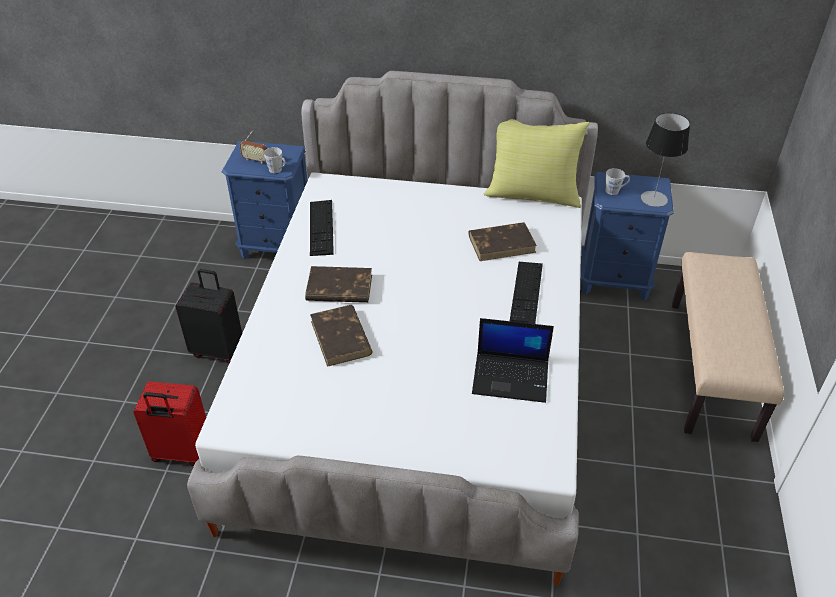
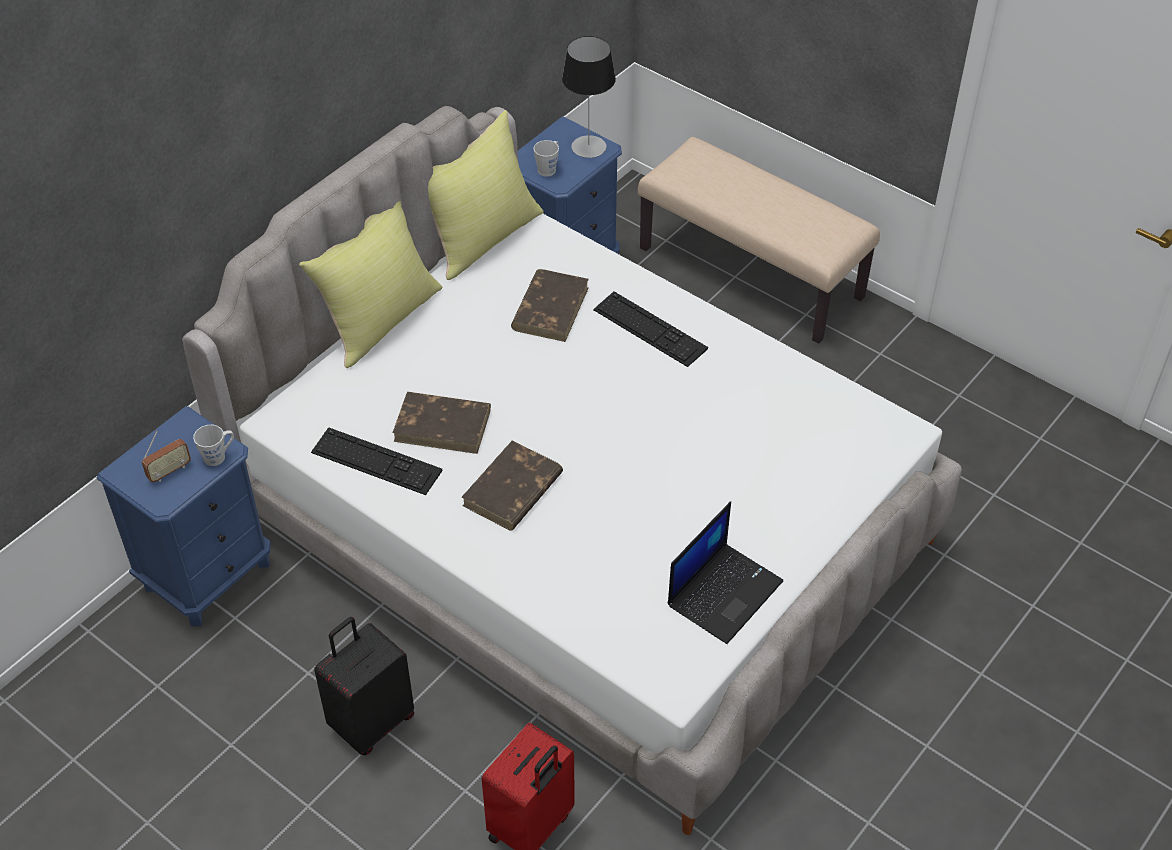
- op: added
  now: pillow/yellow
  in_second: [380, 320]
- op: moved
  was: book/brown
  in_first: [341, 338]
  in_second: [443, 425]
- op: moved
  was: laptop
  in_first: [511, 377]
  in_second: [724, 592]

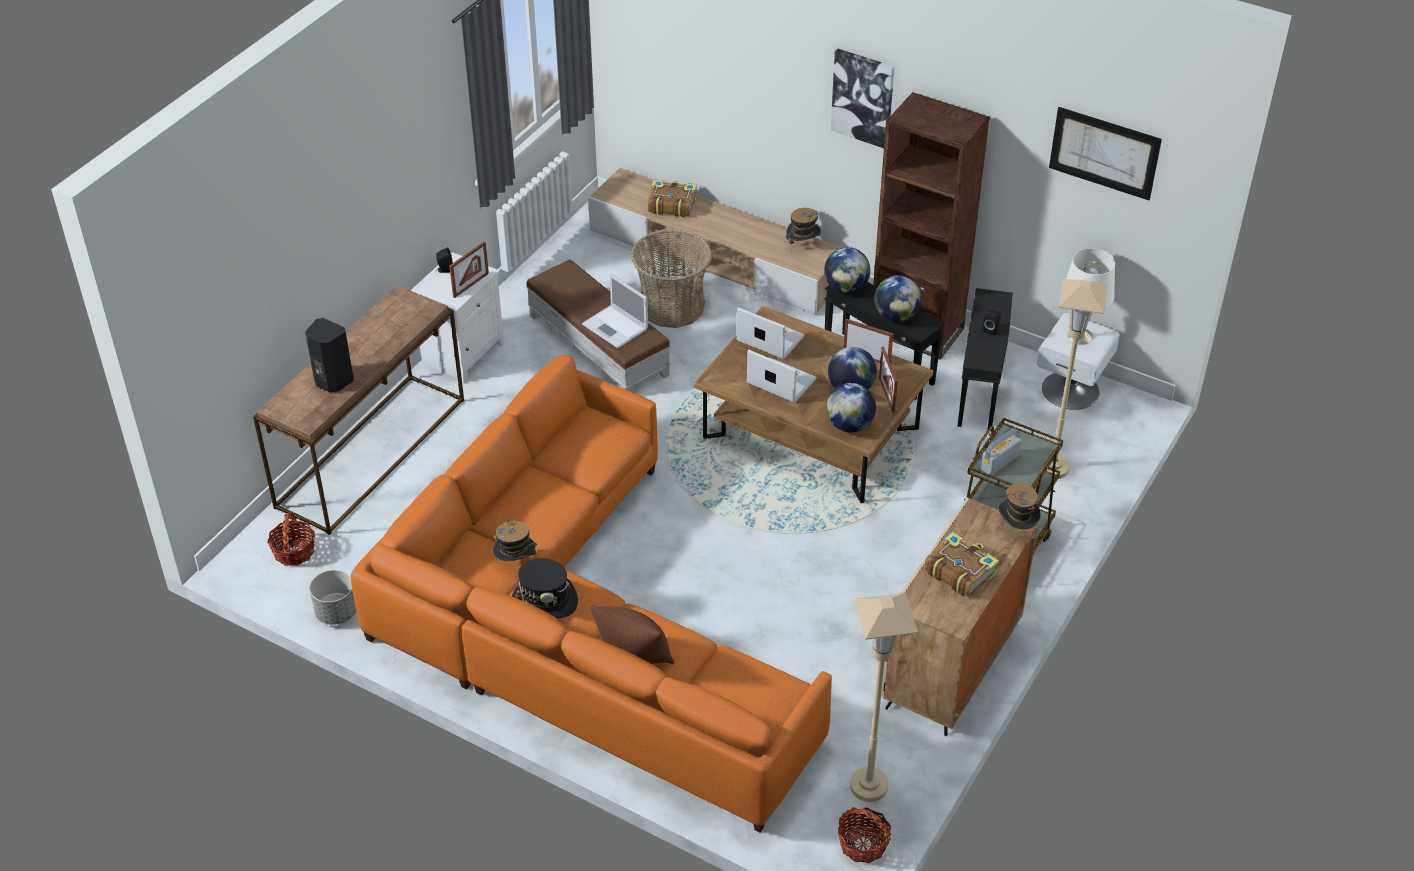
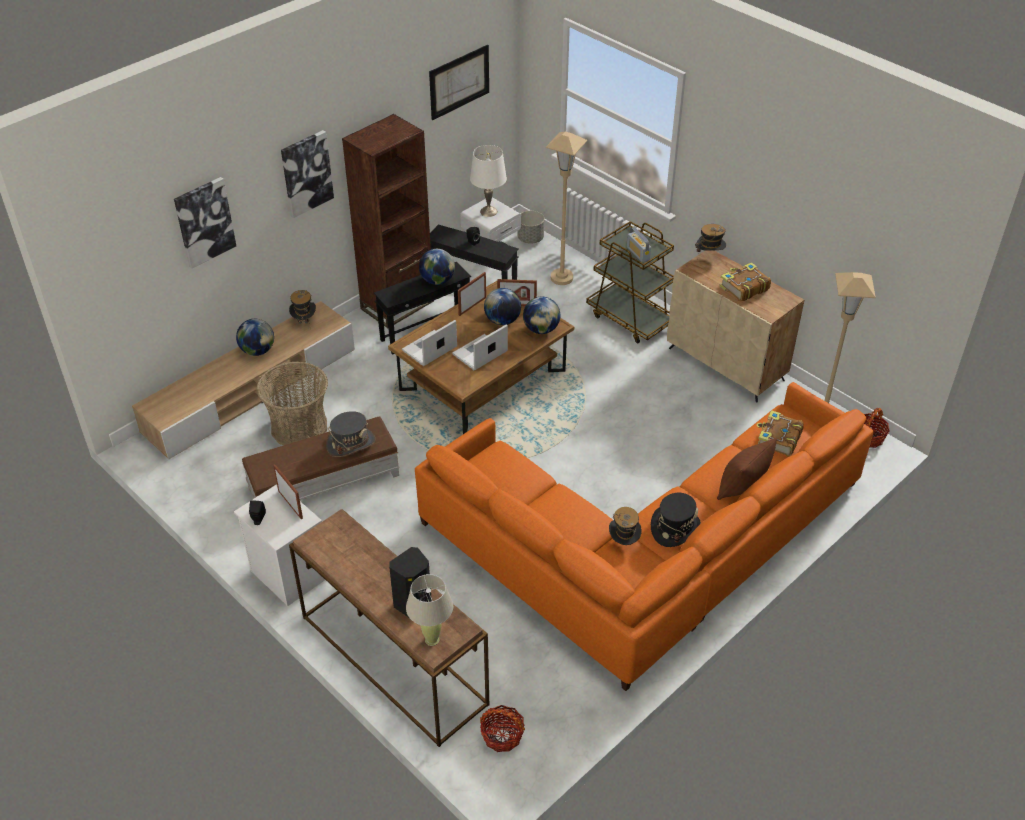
- op: added
  now: picture
  in_second: [204, 222]
- op: moved
  was: globe
  in_first: [846, 288]
  in_second: [257, 351]
- op: replaced
  was: laptop
  now: hat/grey
  in_first: [616, 327]
  in_second: [350, 443]
- op: added
  now: table lamp/beige
  in_second: [432, 639]
- op: moved
  was: planter/grey
  in_first: [336, 612]
  in_second: [530, 239]
- op: moved
  was: book
  in_first: [671, 204]
  in_second: [778, 439]

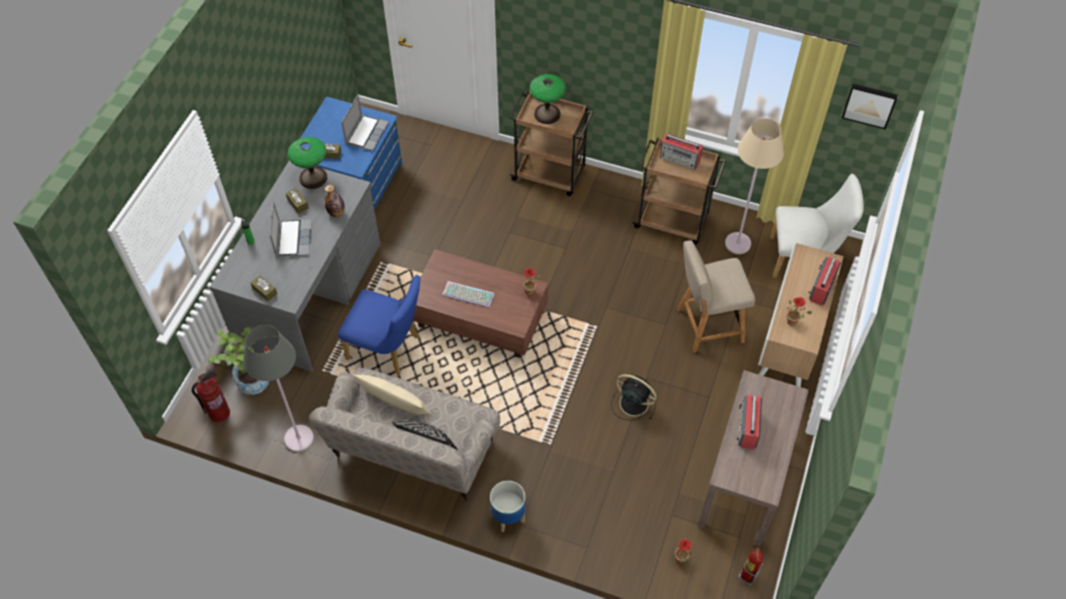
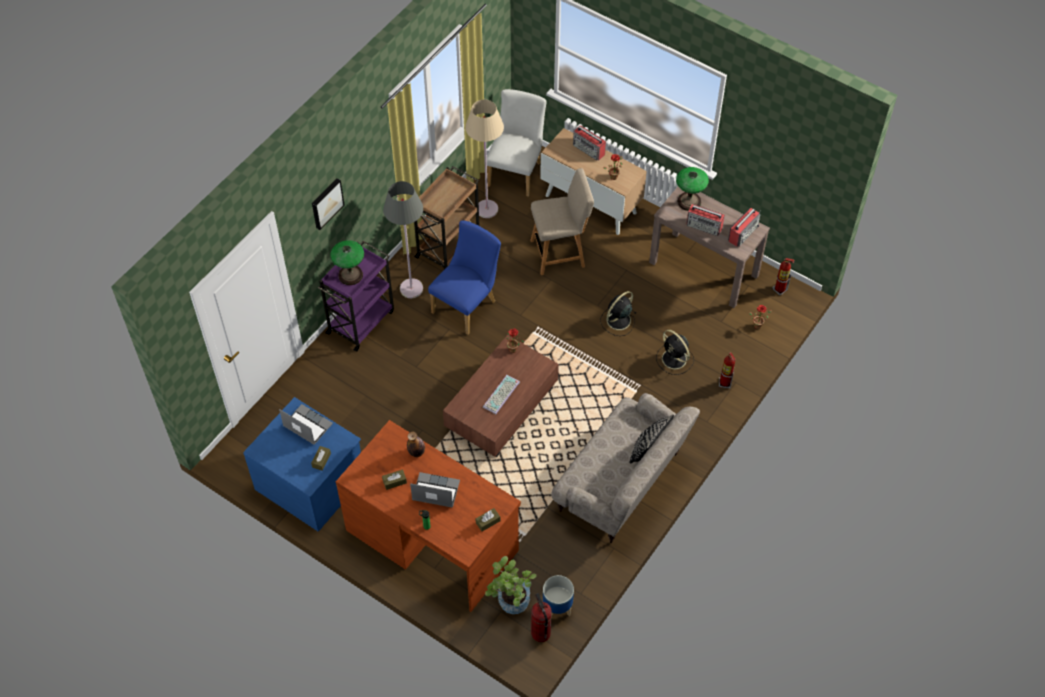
- op: moved
  was: picture
  in_first: [869, 105]
  in_second: [326, 203]
- op: recoloured
  was: cart/brown
  now: cart/purple
  in_first: [550, 174]
  in_second: [361, 321]
- op: recoloured
  was: desk/grey
  now: desk/brown
  in_first: [311, 295]
  in_second: [432, 539]
- op: moved
  was: floor lamp/grey
  in_first: [299, 438]
  in_second: [411, 289]
- op: moved
  was: chair/blue
  in_first: [388, 349]
  in_second: [467, 304]
- op: turned
  was: chair/beige
  in_first: [706, 326]
  in_second: [560, 253]
  clockwise: -105
- op: moved
  was: planter
  in_first: [507, 517]
  in_second: [557, 607]
- op: added
  now: fan/black
  in_second: [675, 359]
- op: moved
  was: table lamp
  in_first: [313, 178]
  in_second: [689, 201]
- op: added
  now: fire extinguisher
  in_second: [724, 383]
- op: moved
  was: radio
  in_first: [680, 159]
  in_second: [743, 233]
- op: removed
  was: pillow/beige
  in_first: [394, 402]

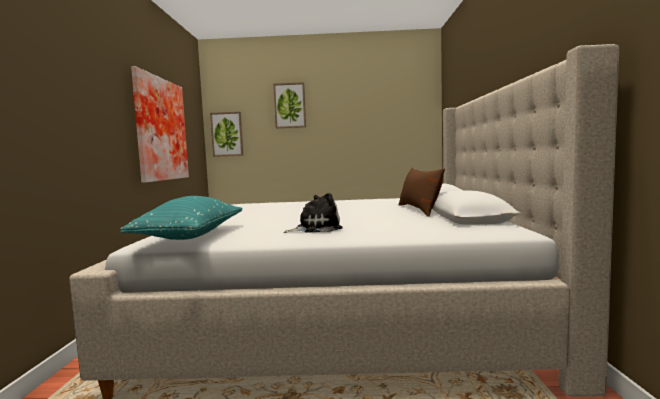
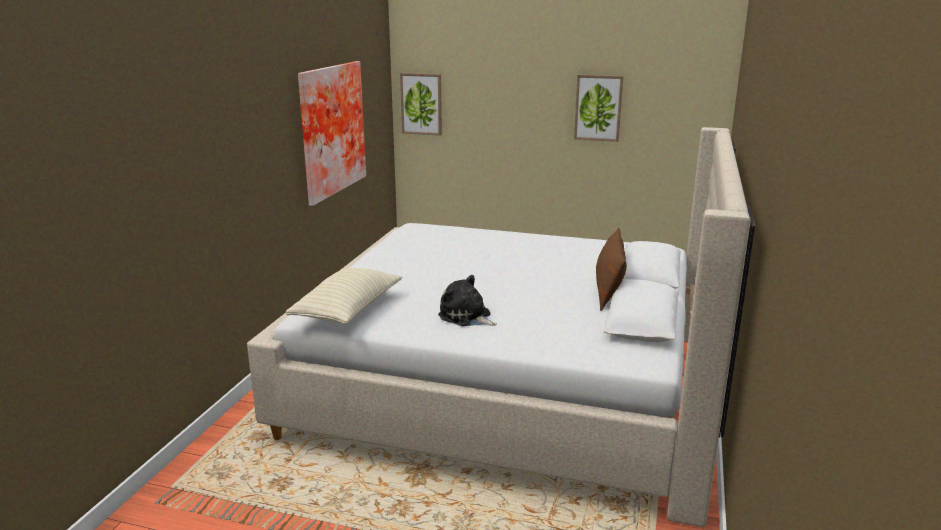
- op: recoloured
  was: pillow/turquoise
  now: pillow/beige
  in_first: [191, 236]
  in_second: [348, 310]
- op: turned
  was: plush toy
  in_first: [315, 228]
  in_second: [466, 317]
  clockwise: -135
- op: moved
  was: picture
  in_first: [290, 105]
  in_second: [598, 108]

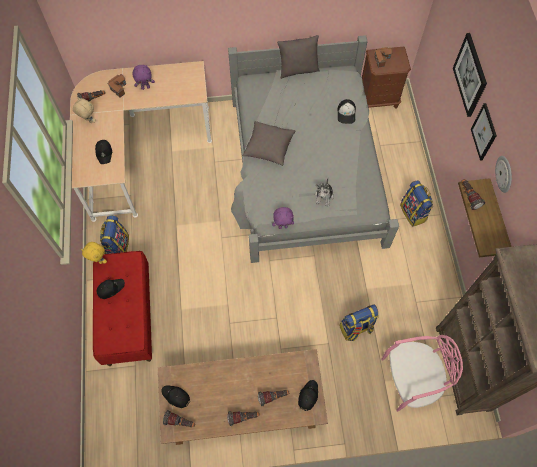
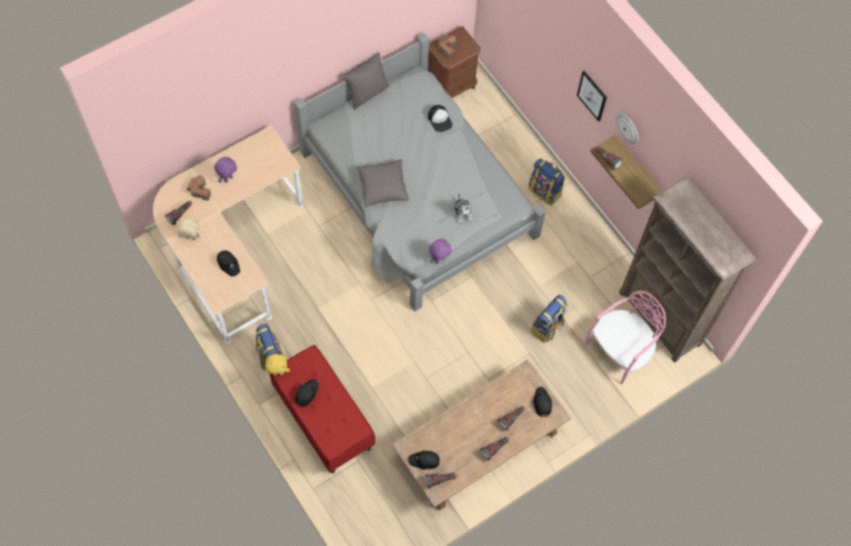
- op: removed
  was: picture
  in_first: [470, 75]

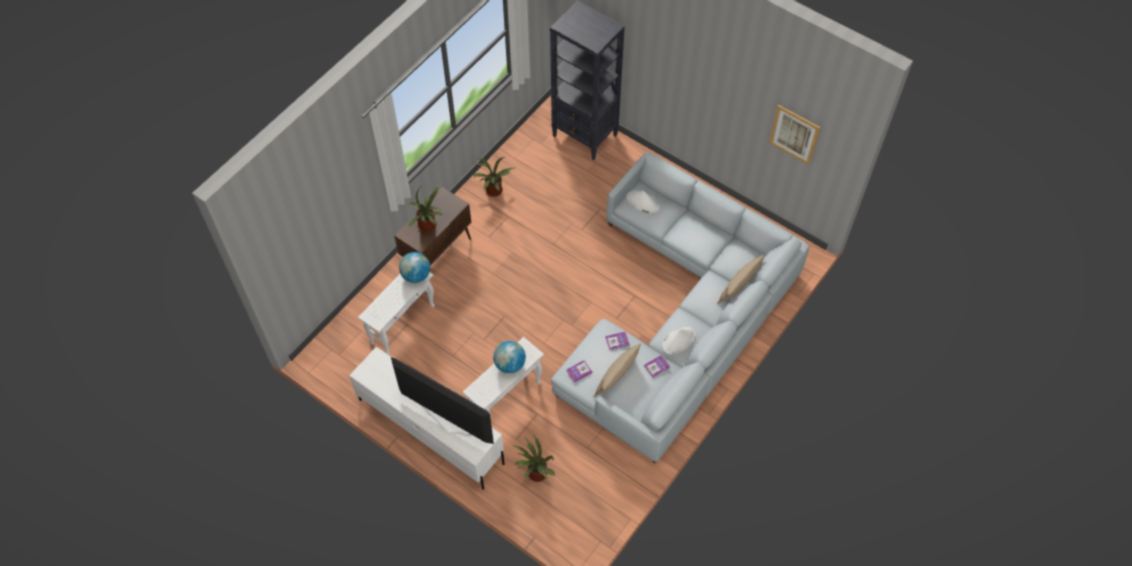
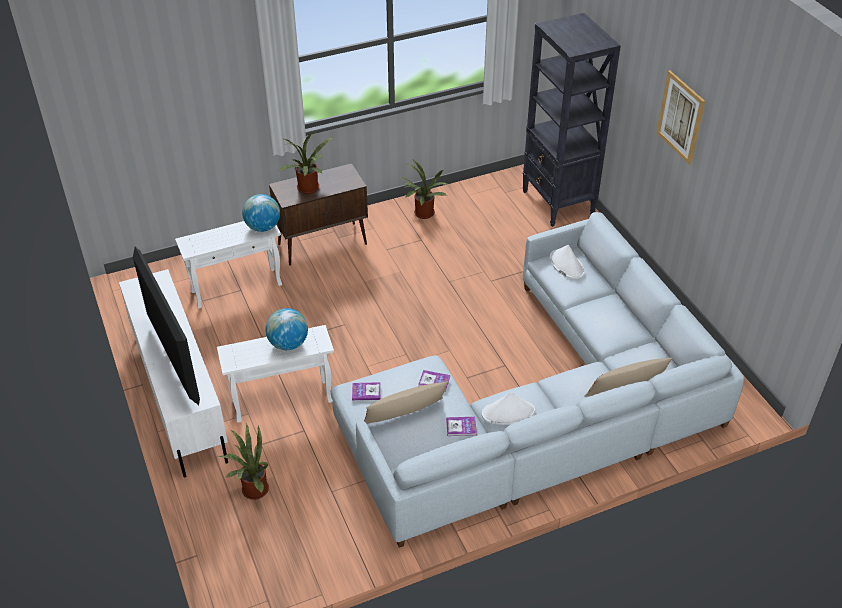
- op: moved
  was: picture
  in_first: [794, 134]
  in_second: [680, 117]

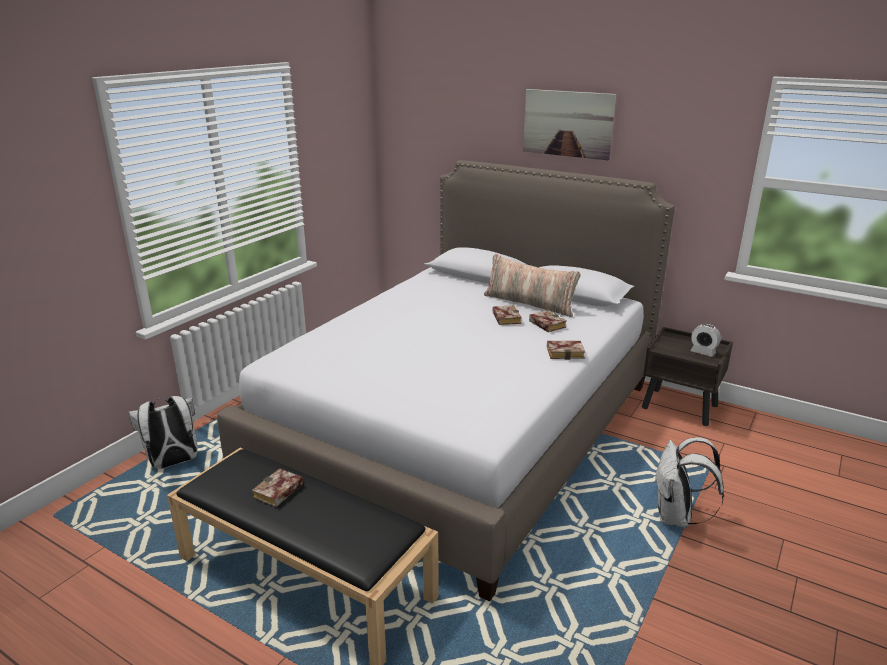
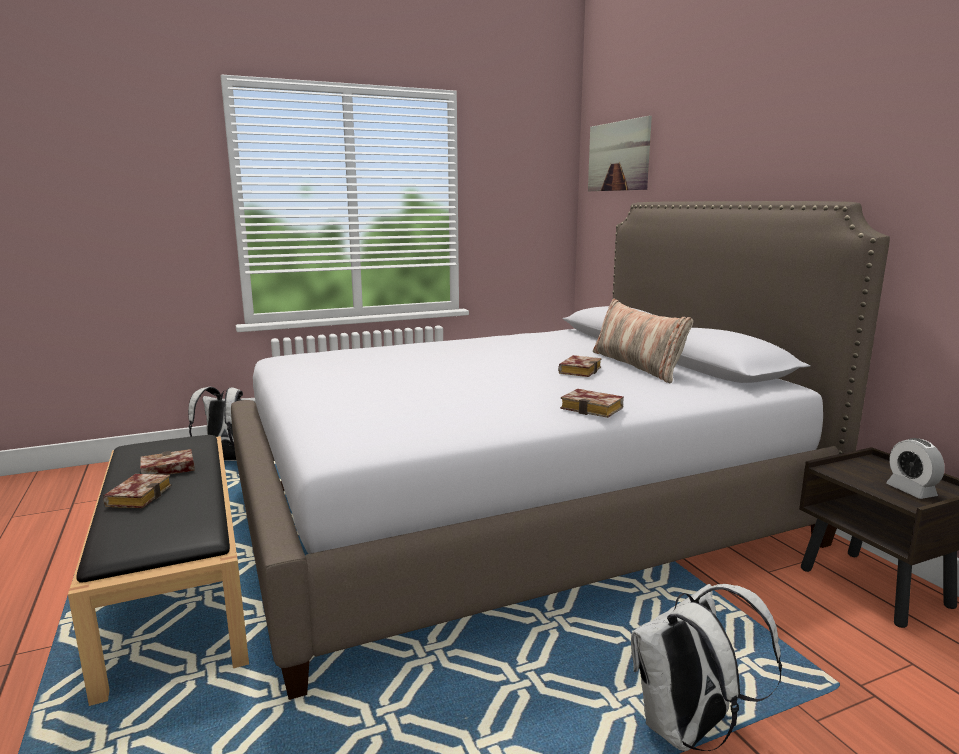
- op: moved
  was: book
  in_first: [545, 324]
  in_second: [139, 495]
- op: moved
  was: picture
  in_first: [567, 123]
  in_second: [618, 156]

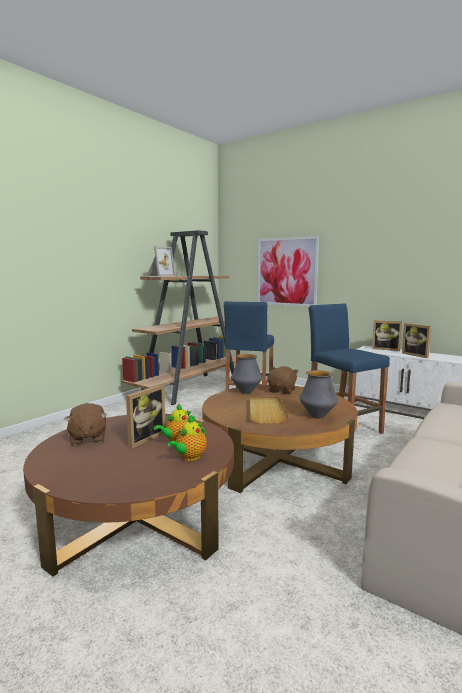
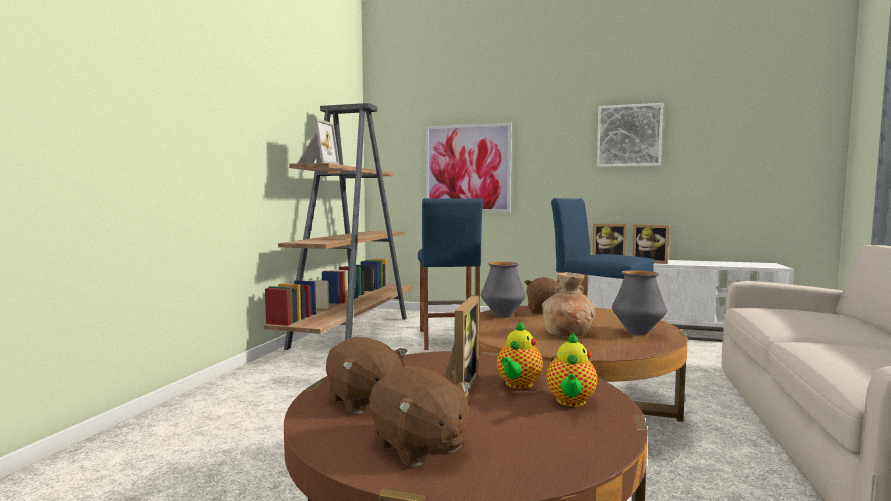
- op: added
  now: plush toy/brown
  in_second: [418, 446]
- op: replaced
  was: tray/beige
  now: vase/brown
  in_first: [266, 411]
  in_second: [568, 334]
- op: added
  now: picture
  in_second: [628, 136]

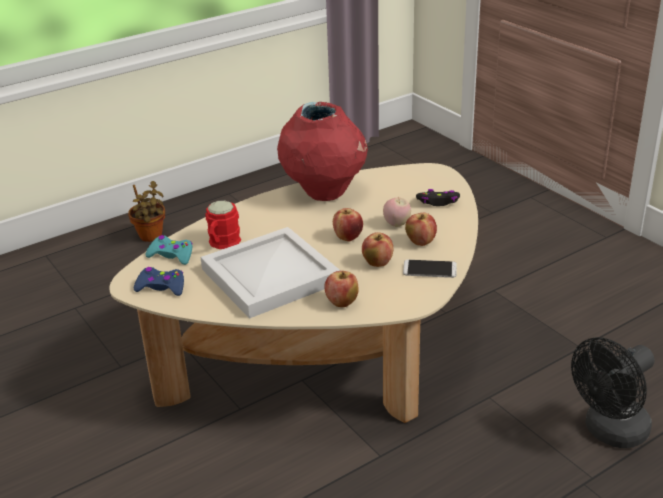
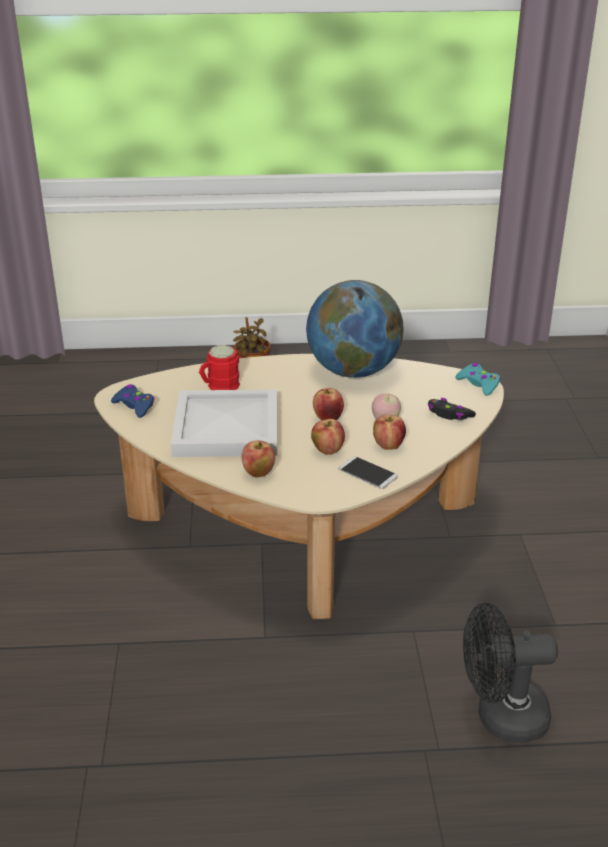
- op: replaced
  was: vase/red
  now: globe
  in_first: [324, 193]
  in_second: [353, 371]
- op: moved
  was: game controller/turquoise
  in_first: [171, 255]
  in_second: [478, 384]

